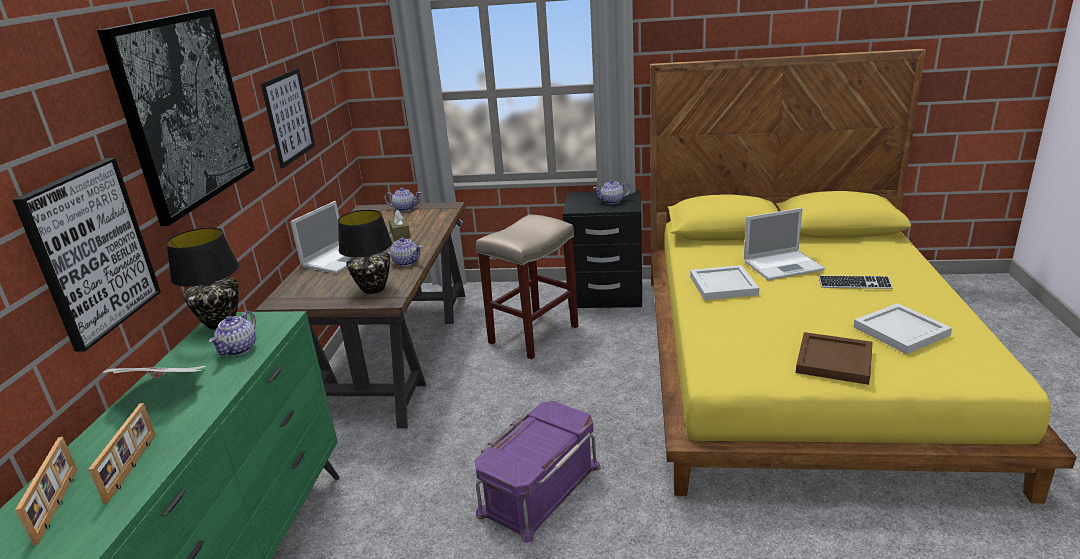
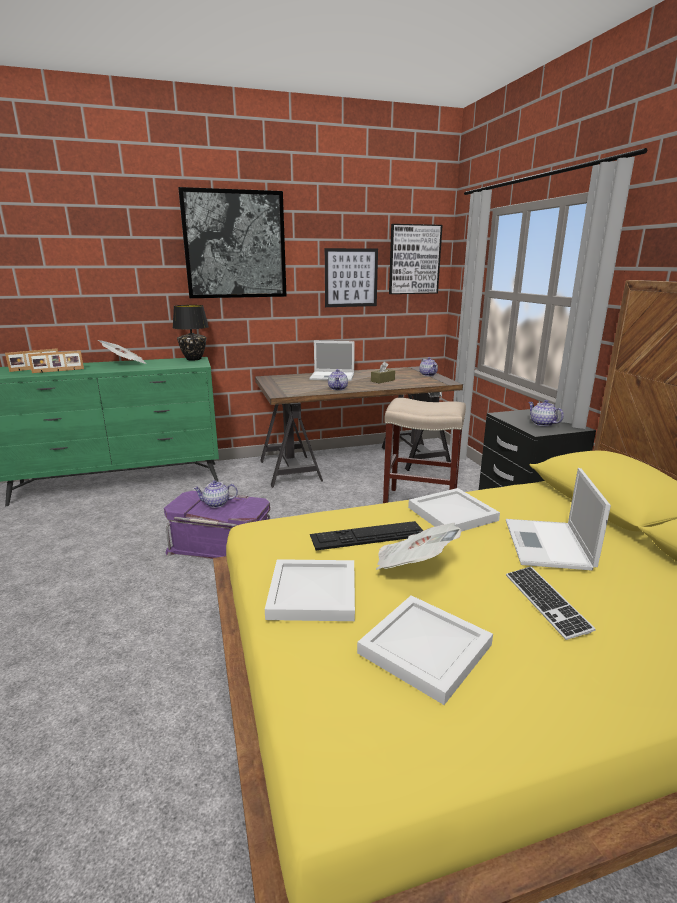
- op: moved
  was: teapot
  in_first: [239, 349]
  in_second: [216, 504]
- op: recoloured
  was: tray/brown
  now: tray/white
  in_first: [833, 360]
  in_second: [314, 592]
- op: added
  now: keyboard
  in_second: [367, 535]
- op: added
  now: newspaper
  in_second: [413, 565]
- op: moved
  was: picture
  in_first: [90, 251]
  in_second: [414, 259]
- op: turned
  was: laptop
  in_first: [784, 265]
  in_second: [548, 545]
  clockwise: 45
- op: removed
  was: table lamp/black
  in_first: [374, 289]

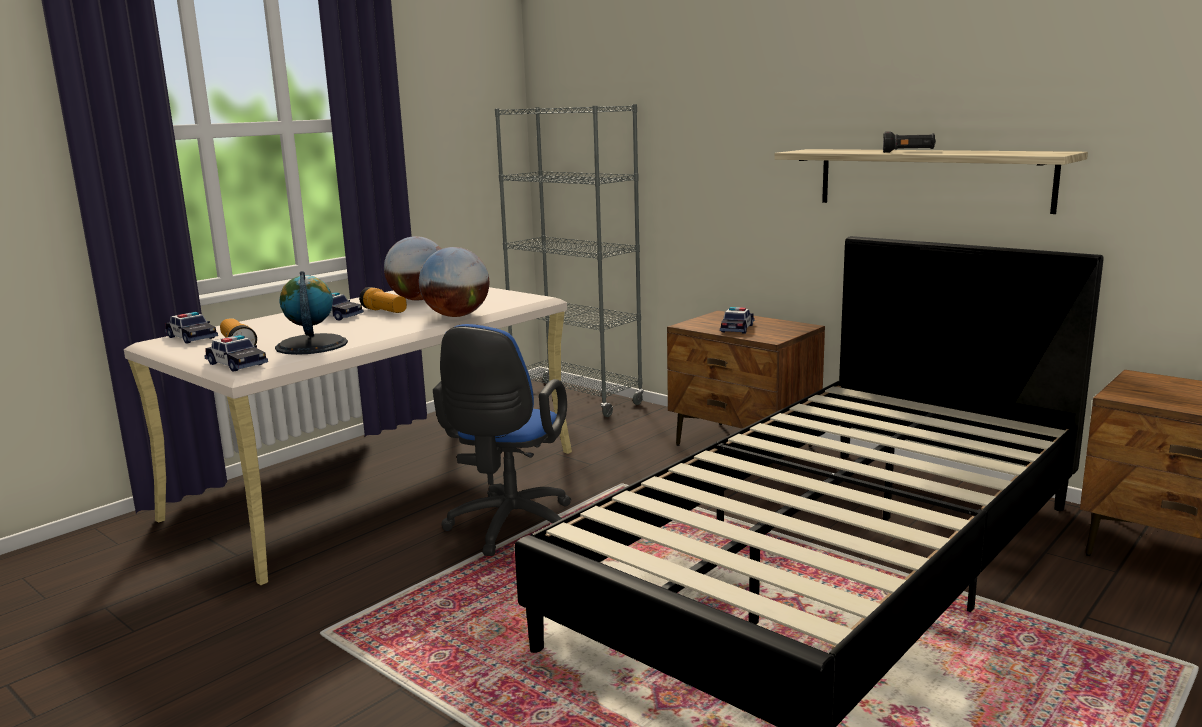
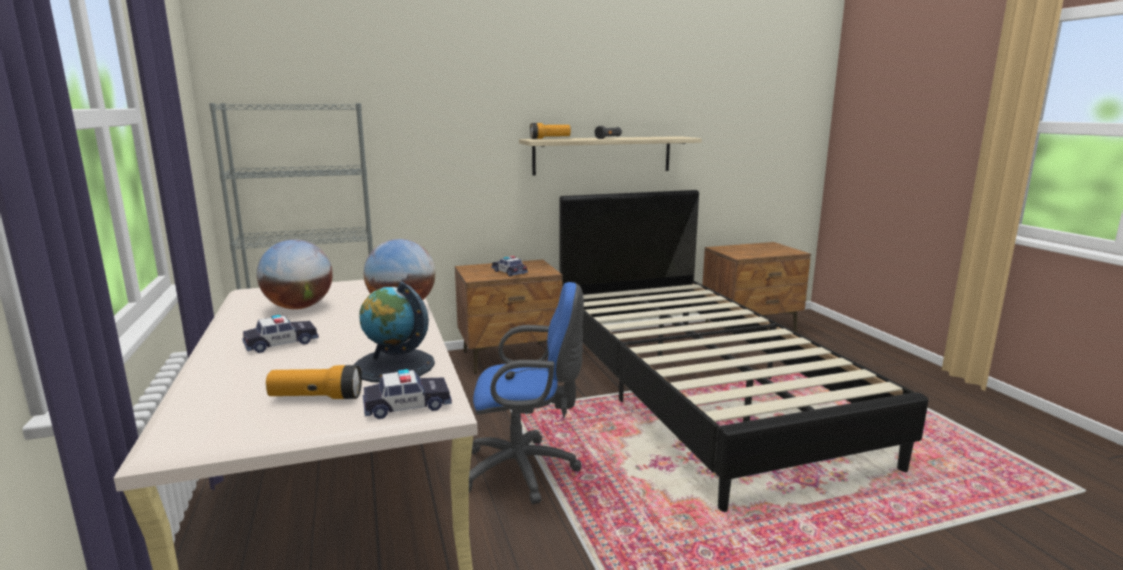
- op: turned
  was: office chair/blue
  in_first: [509, 528]
  in_second: [525, 470]
  clockwise: -45
- op: moved
  was: flashlight
  in_first: [384, 312]
  in_second: [550, 138]
- op: removed
  was: toy car
  in_first: [191, 337]

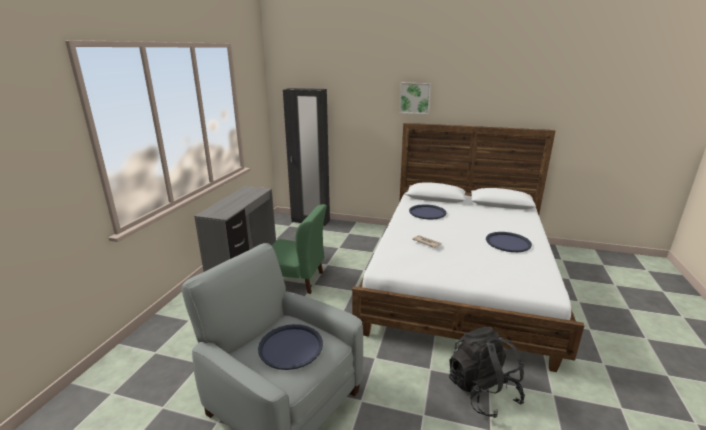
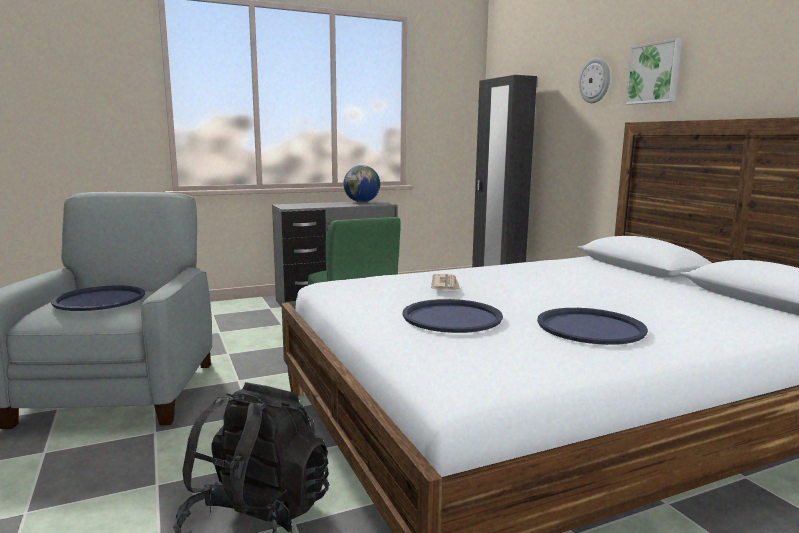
- op: added
  now: globe
  in_second: [362, 202]
- op: moved
  was: tray/blue
  in_first: [427, 212]
  in_second: [451, 317]
- op: added
  now: wall clock
  in_second: [595, 80]

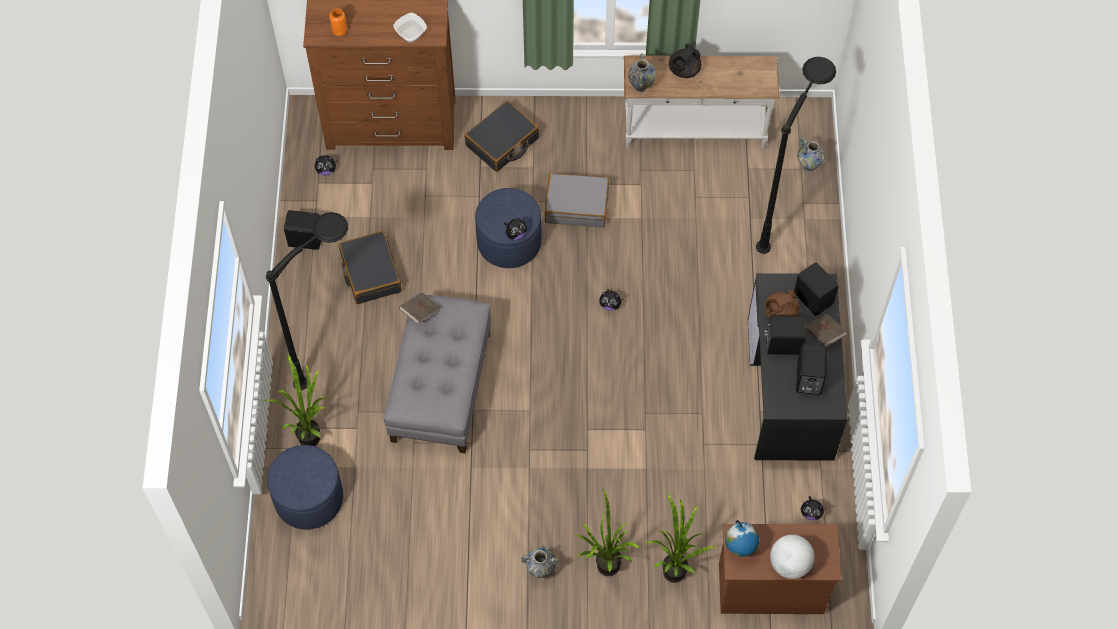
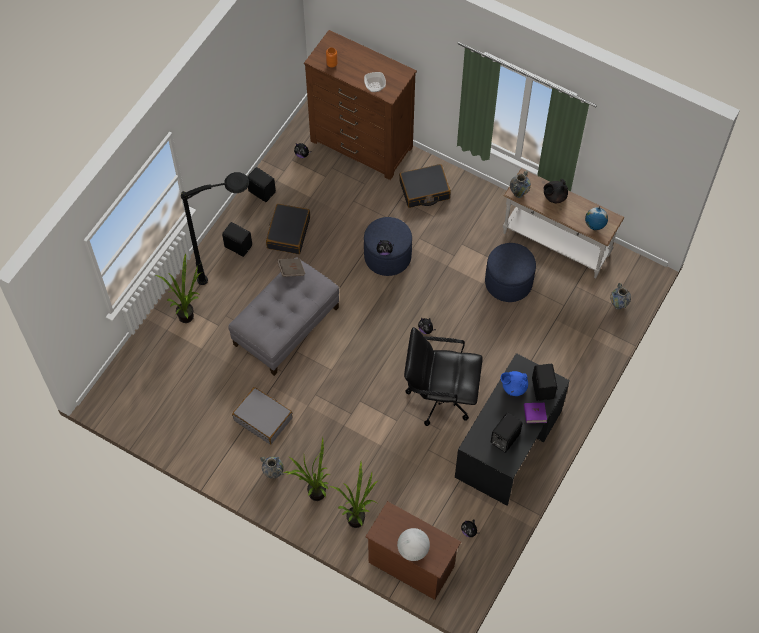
- op: moved
  was: speaker/black
  in_first: [782, 343]
  in_second: [238, 245]
- op: moved
  was: suitcase/grey
  in_first: [576, 205]
  in_second: [263, 419]
- op: added
  now: office chair/black
  in_second: [440, 395]
- op: moved
  was: ottoman/blue
  in_first: [309, 498]
  in_second: [508, 282]
- op: recoloured
  was: teapot/brown
  now: teapot/blue
  in_first: [780, 314]
  in_second: [513, 387]
- op: recoloured
  was: book/brown
  now: book/purple
  in_first: [824, 334]
  in_second: [534, 415]
- op: moved
  was: globe
  in_first: [739, 548]
  in_second: [594, 227]
- op: removed
  was: floor lamp/black
  in_first: [784, 212]

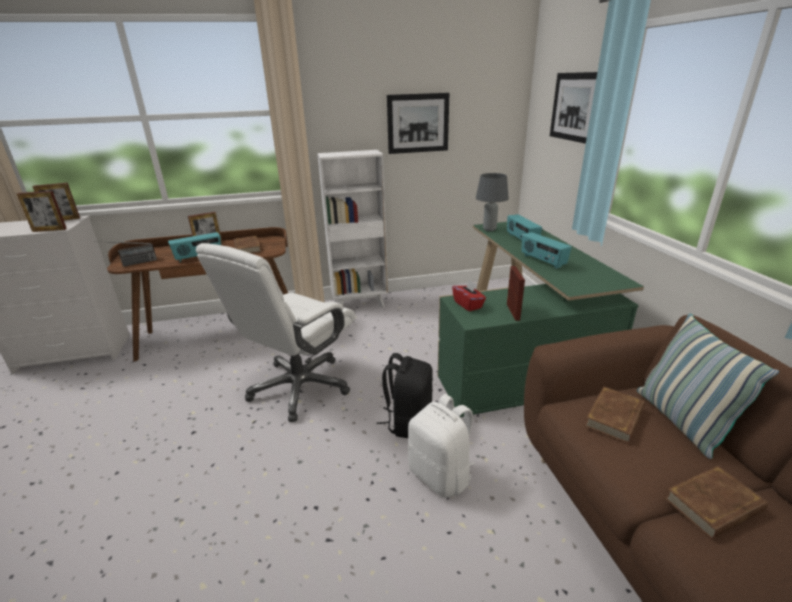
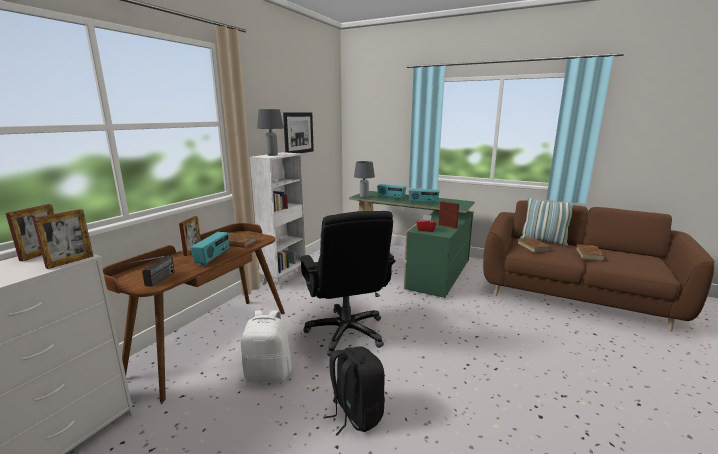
- op: moved
  was: backpack/white
  in_first: [441, 475]
  in_second: [268, 373]
- op: added
  now: table lamp/grey
  in_second: [272, 155]
- op: recoloured
  was: office chair/white
  now: office chair/black
  in_first: [299, 387]
  in_second: [346, 332]
- op: moved
  was: backpack/black
  in_first: [408, 422]
  in_second: [355, 414]
- op: removed
  was: picture
  in_first: [574, 107]

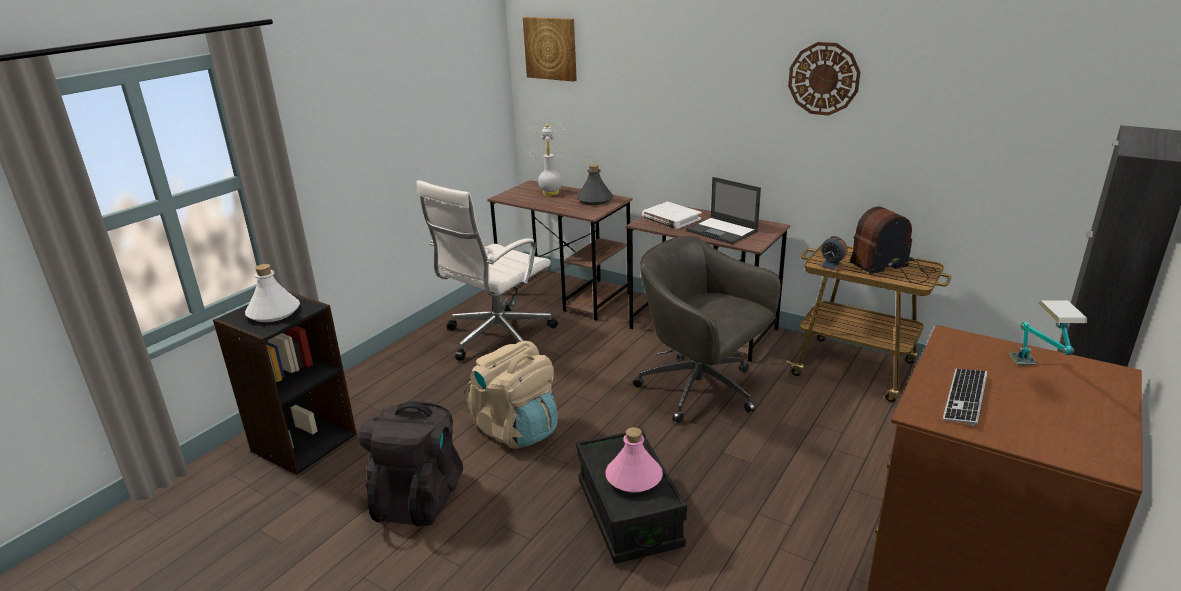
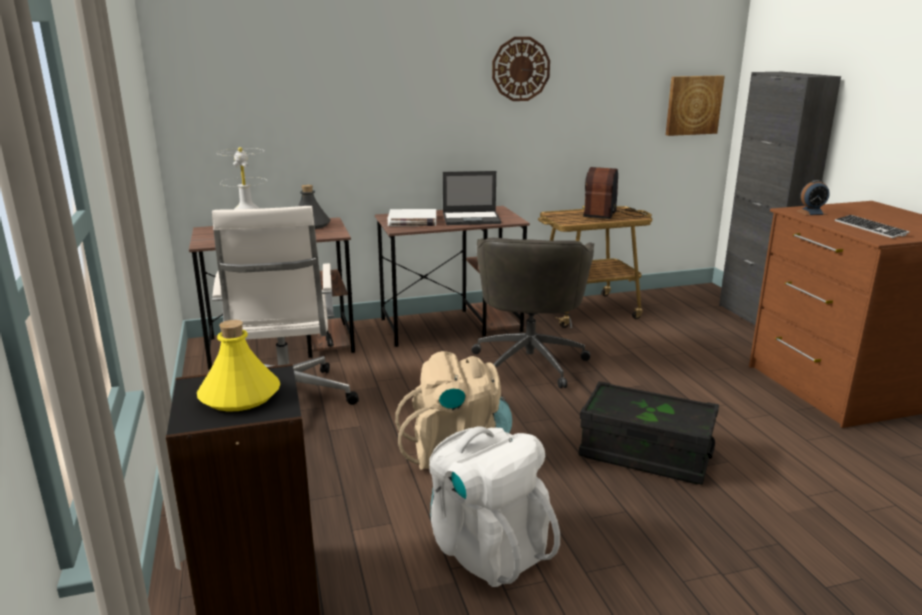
- op: recoloured
  was: bottle/white
  now: bottle/yellow
  in_first: [274, 312]
  in_second: [240, 395]
- op: recoloured
  was: backpack/black
  now: backpack/white
  in_first: [419, 497]
  in_second: [486, 548]
- op: turned
  was: office chair/grey
  in_first: [701, 390]
  in_second: [529, 361]
  clockwise: -75
- op: moved
  was: picture
  in_first: [551, 48]
  in_second: [693, 105]
- op: moved
  was: alarm clock
  in_first: [832, 265]
  in_second: [811, 213]
- op: removed
  was: bottle/pink
  in_first: [633, 477]
- op: removed
  was: table lamp
  in_first: [1036, 376]

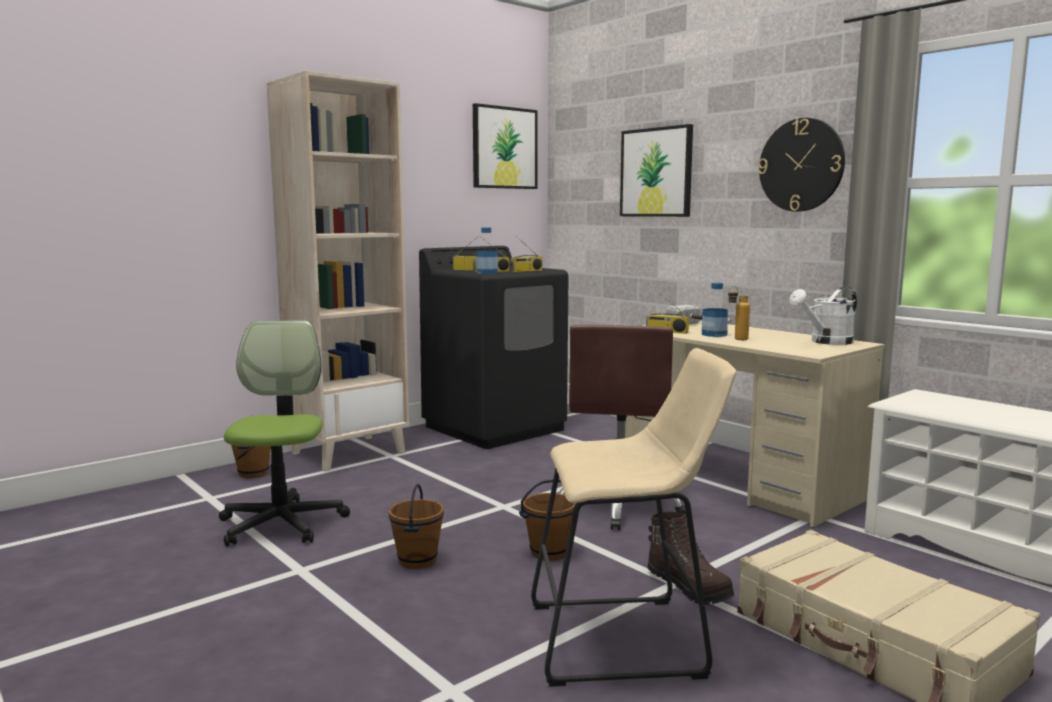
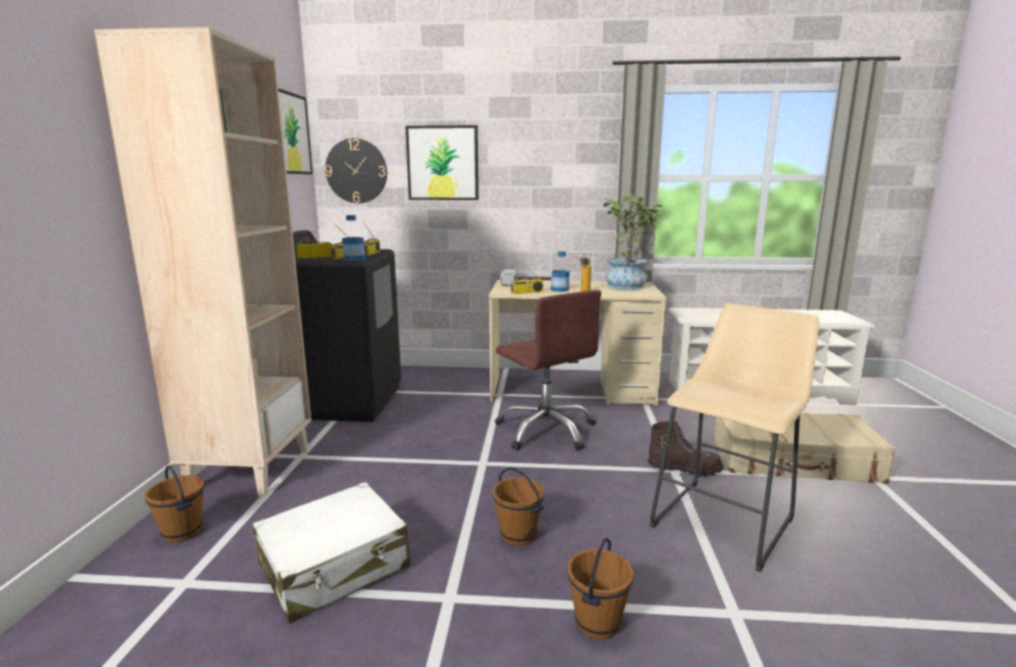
- op: replaced
  was: office chair
  now: suitcase/white
  in_first: [281, 524]
  in_second: [335, 566]
- op: moved
  was: wall clock
  in_first: [801, 165]
  in_second: [356, 171]
- op: moved
  was: bucket/brown
  in_first: [549, 552]
  in_second: [596, 623]
- op: replaced
  was: watering can/white
  now: potted plant
  in_first: [826, 342]
  in_second: [627, 285]

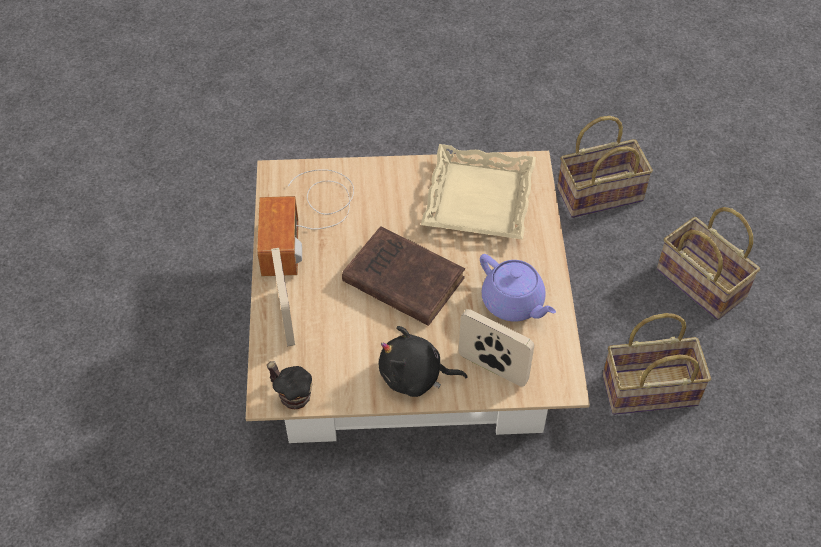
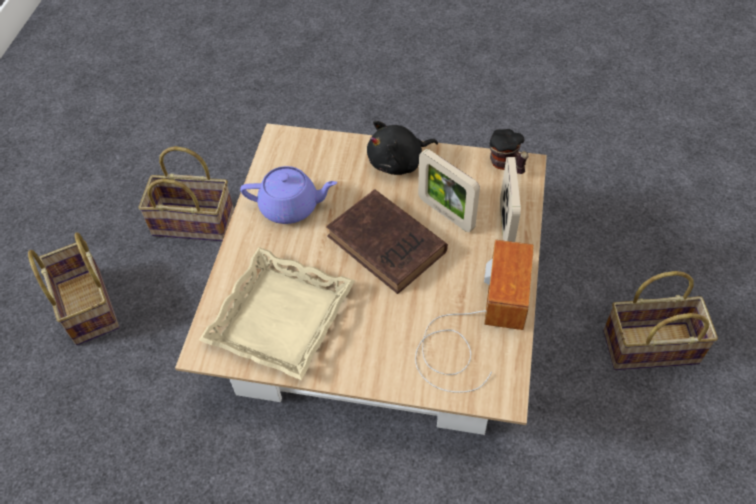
- op: turned
  was: teapot/purple
  in_first: [513, 302]
  in_second: [291, 207]
  clockwise: 120
- op: turned
  was: plush toy/black
  in_first: [415, 376]
  in_second: [398, 162]
  clockwise: 135
- op: moved
  was: picture frame
  in_first: [492, 368]
  in_second: [446, 213]
- op: moved
  was: basket
  in_first: [601, 193]
  in_second: [648, 349]

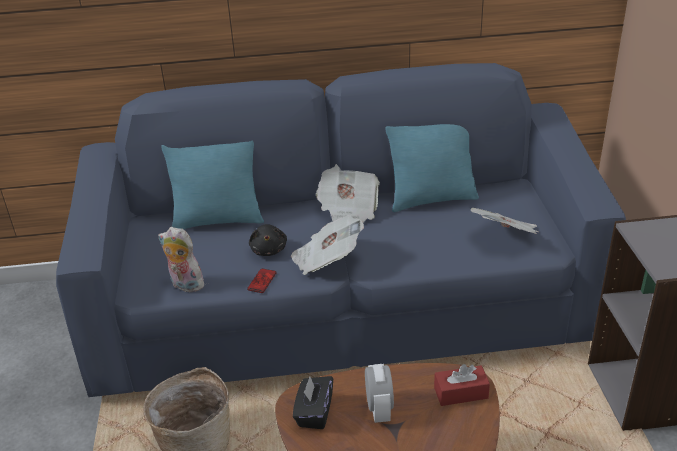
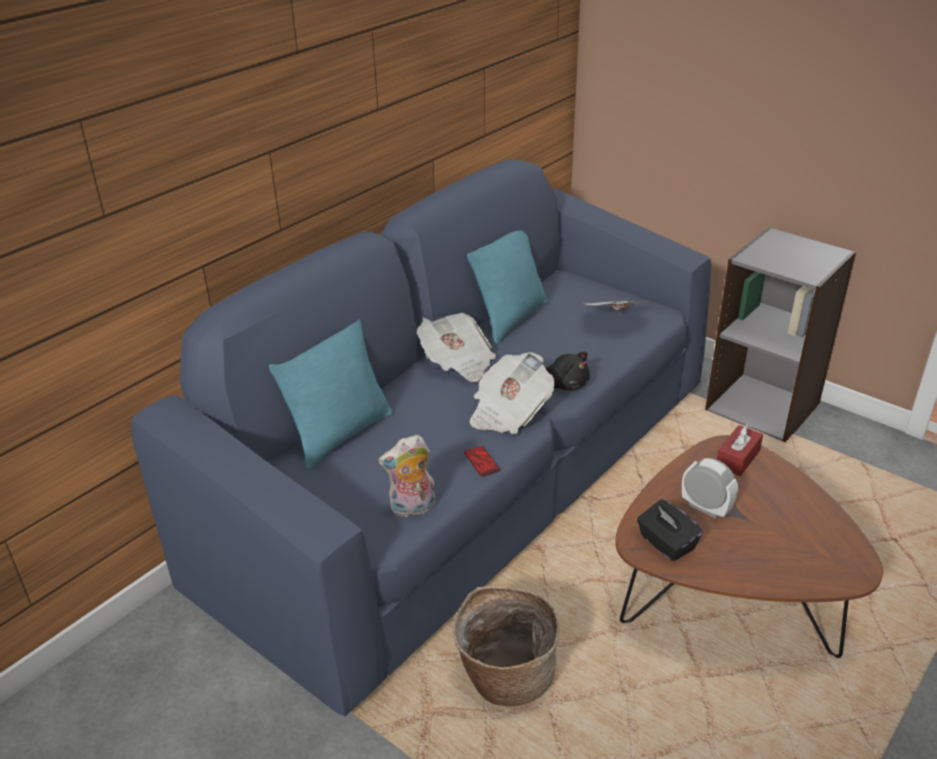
- op: moved
  was: plush toy/black
  in_first: [269, 250]
  in_second: [565, 384]

